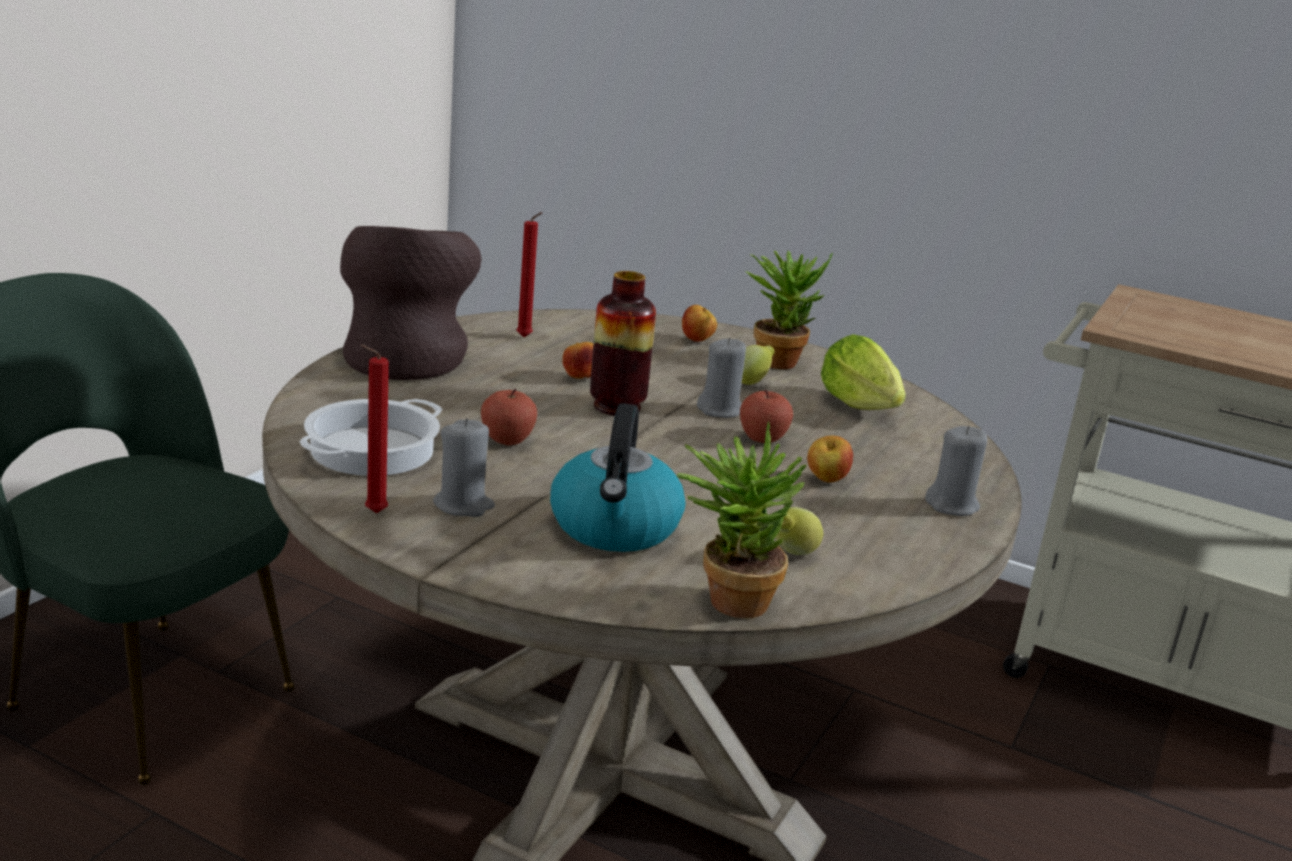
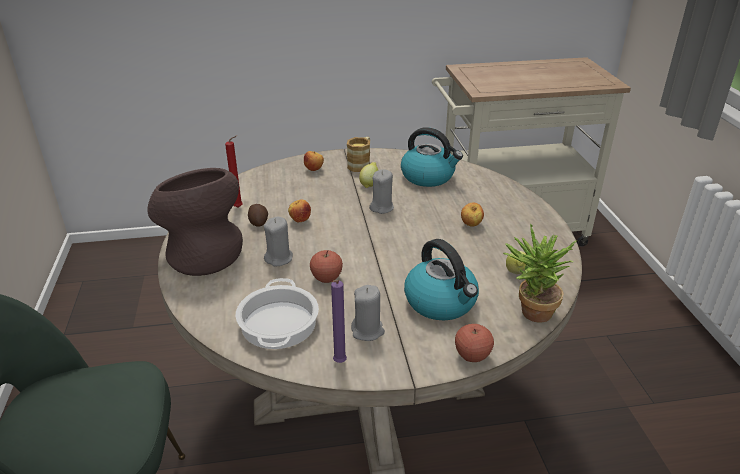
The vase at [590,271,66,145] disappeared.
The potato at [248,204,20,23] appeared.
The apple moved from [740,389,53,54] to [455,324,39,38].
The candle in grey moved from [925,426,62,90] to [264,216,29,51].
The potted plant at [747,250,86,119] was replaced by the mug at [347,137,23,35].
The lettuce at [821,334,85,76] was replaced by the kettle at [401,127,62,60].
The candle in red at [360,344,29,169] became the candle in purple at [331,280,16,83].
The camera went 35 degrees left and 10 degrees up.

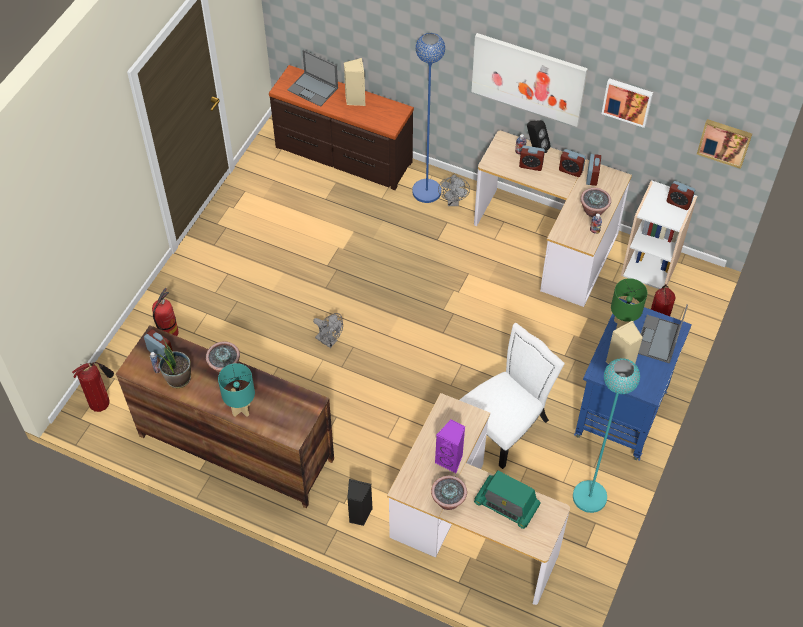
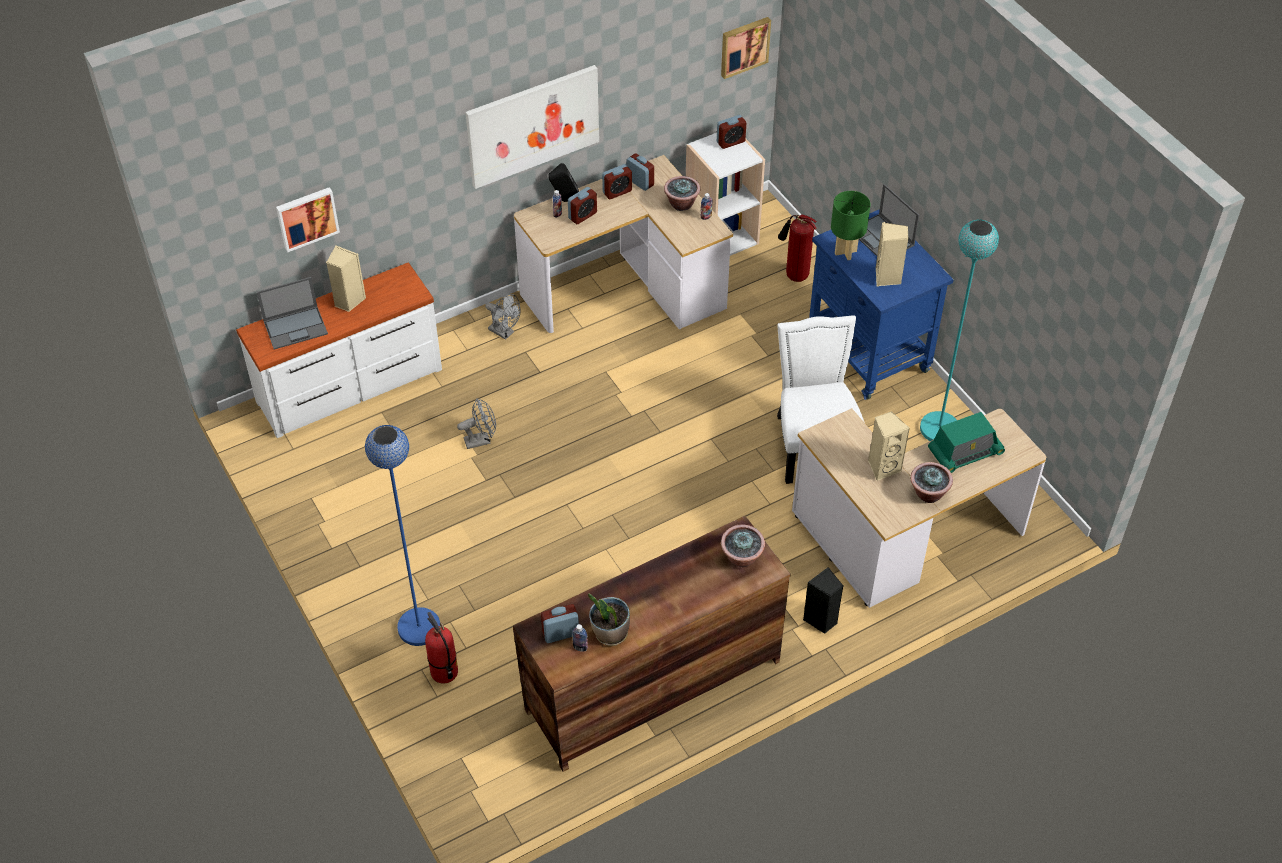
The fire extinguisher at [72,362,42,50] disappeared.
The table lamp in turquoise at [218,363,37,54] disappeared.
The potted plant moved from [206,341,34,32] to [721,524,44,43].
The fan in grey moved from [313,313,30,35] to [457,398,39,51].
The floor lamp in blue moved from [412,33,33,170] to [365,425,75,221].
The picture moved from [602,78,51,50] to [276,187,64,65].
The dresser in brown at [269,65,145,125] became the dresser in white at [236,262,206,176].
The speaker in purple at [435,420,30,53] became the speaker in beige at [868,411,42,70].
The camera went 55 degrees left and 5 degrees down.

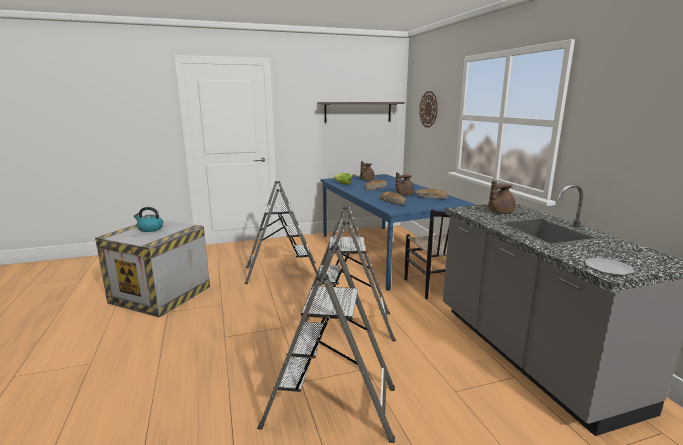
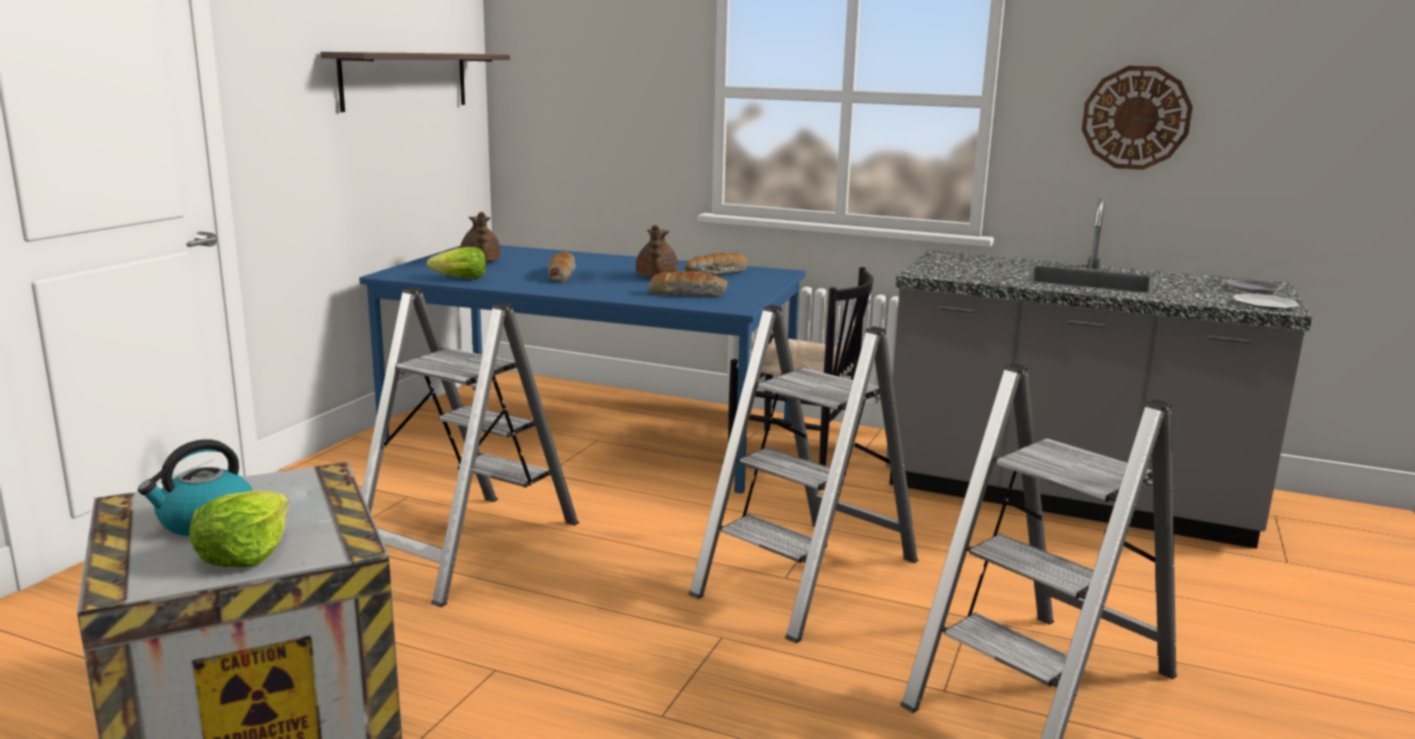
The teapot in brown at [488,180,27,33] disappeared.
The lettuce at [189,491,100,76] appeared.
The plate in grey at [1227,280,55,13] appeared.
The wall clock moved from [419,91,19,37] to [1082,66,111,104].
The camera went 50 degrees left and 0 degrees up.

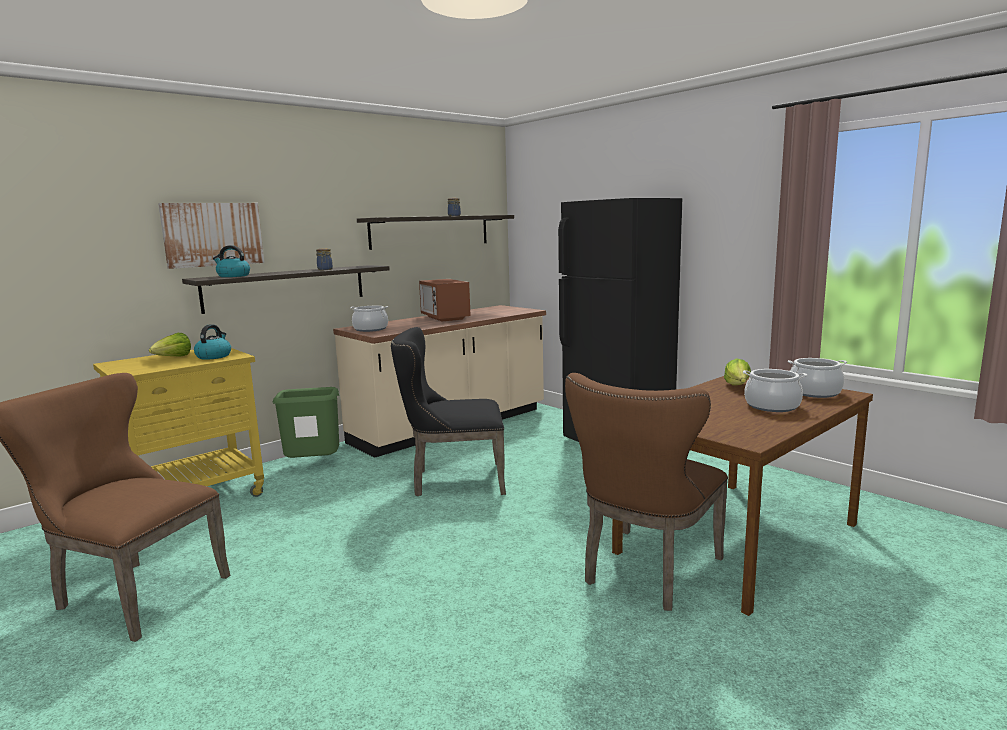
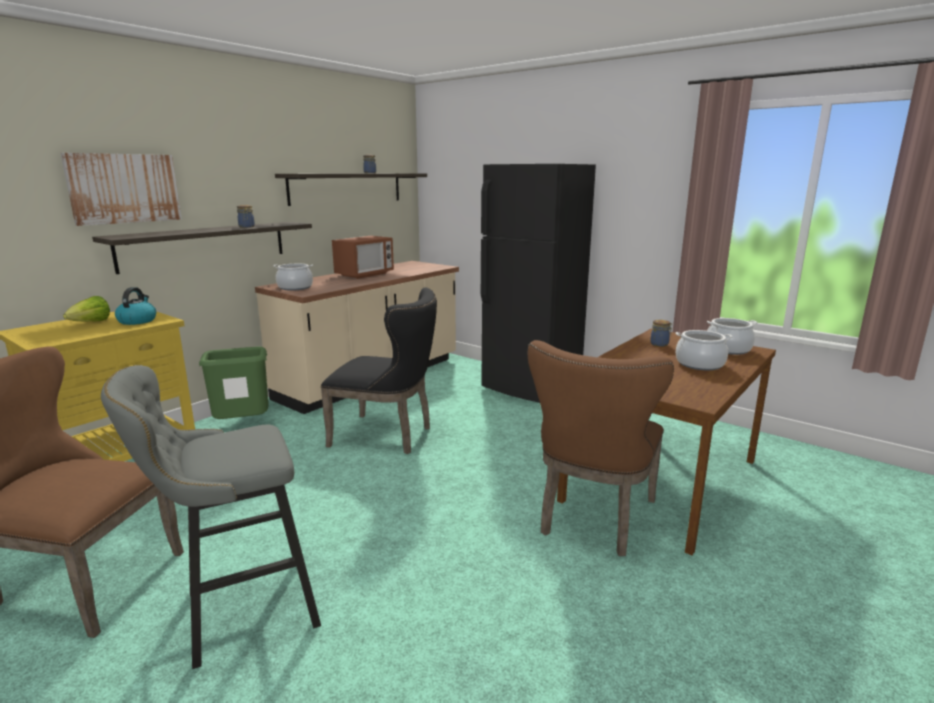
The kettle at [213,245,37,32] disappeared.
The stool in grey at [101,365,220,304] appeared.
The lettuce at [724,358,27,27] was replaced by the jar at [650,320,22,27].
The chair in black at [391,327,115,169] turned 150 degrees counterclockwise.
The microwave at [419,279,52,42] turned 105 degrees counterclockwise.
The camera went 10 degrees left and 5 degrees up.

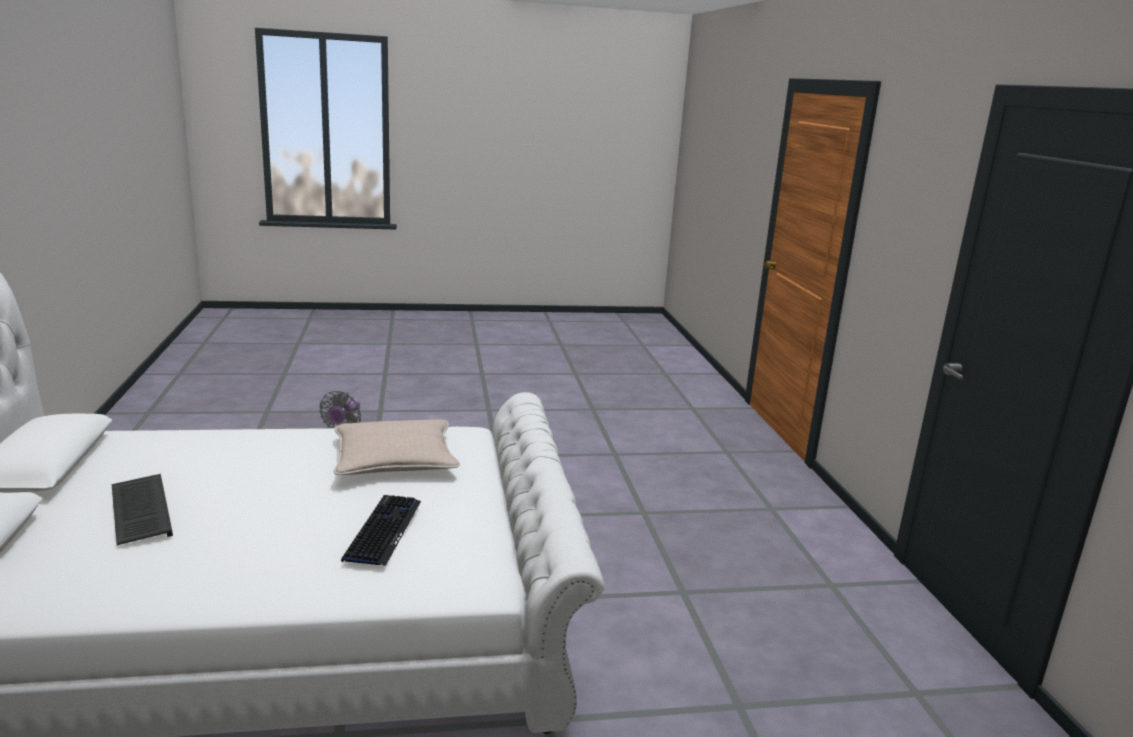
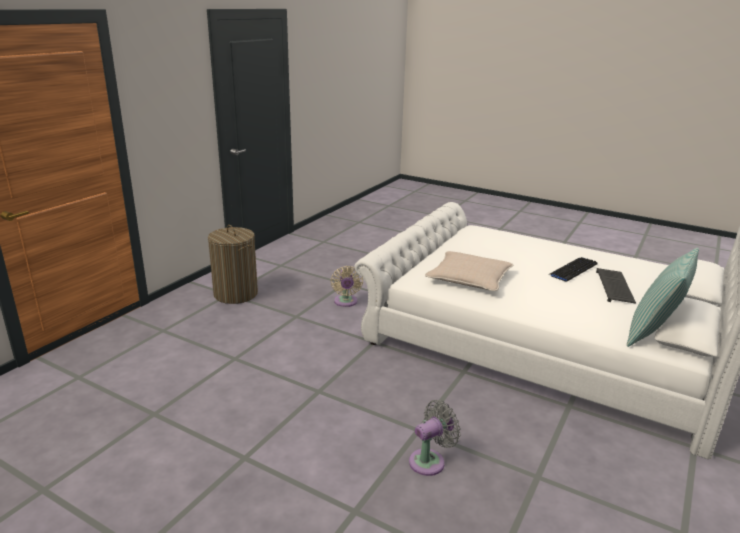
The laundry basket at [208,225,50,79] appeared.
The fan in beige at [331,266,32,41] appeared.
The pillow at [627,248,72,99] appeared.
The keyboard moved from [341,495,80,71] to [548,257,49,25].
The camera went 140 degrees left and 5 degrees up.

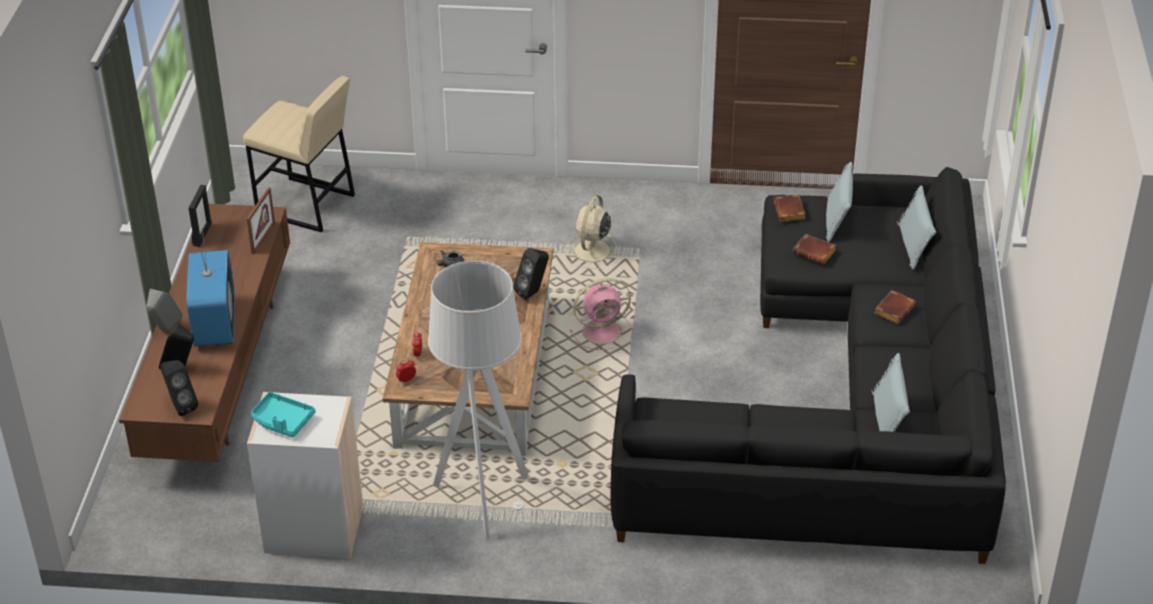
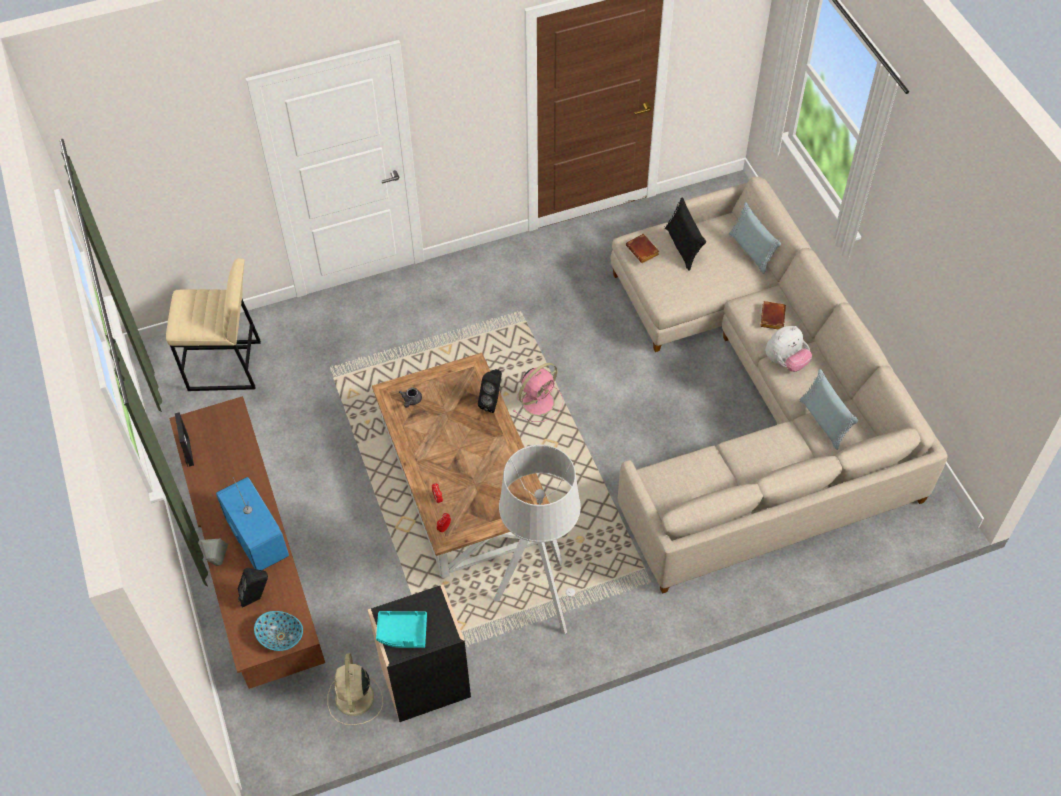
The picture frame at [247,187,28,67] disappeared.
The book in brown at [793,234,43,30] disappeared.
The plush toy at [765,326,47,46] appeared.
The fan in beige moved from [565,195,53,74] to [328,653,55,72].
The speaker in black at [160,360,38,56] was replaced by the bowl at [254,611,49,40].
The bookcase in white at [247,392,116,166] became the bookcase in black at [368,584,103,138].
The sofa in black at [610,167,396,397] became the sofa in beige at [611,177,337,417].
The pillow in blue at [826,162,27,80] became the pillow in black at [664,197,42,74].
The camera went 25 degrees left and 15 degrees up.

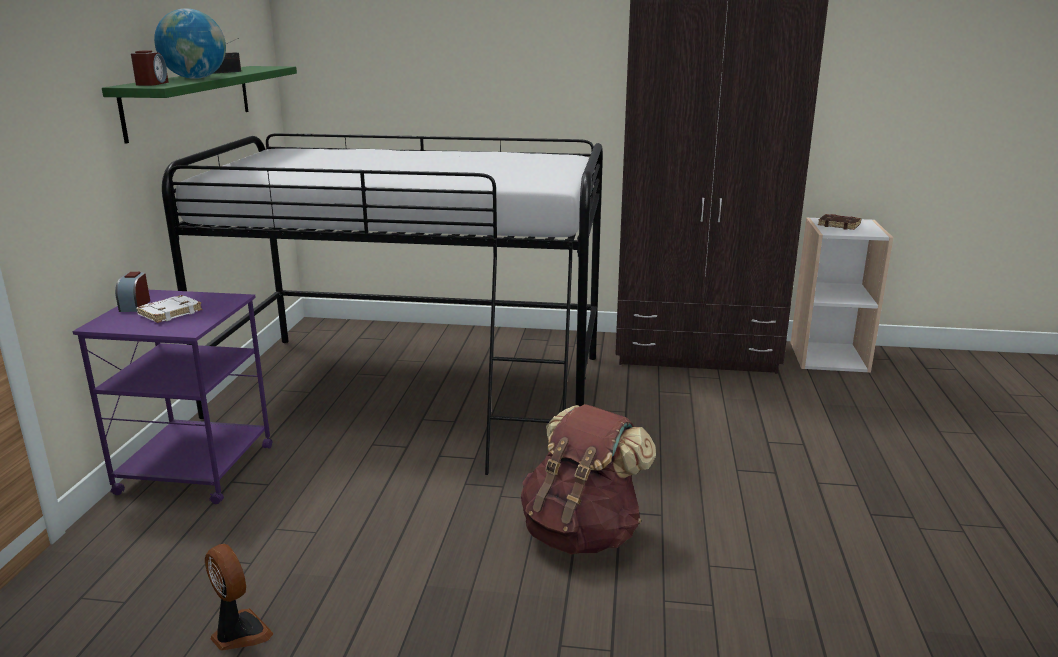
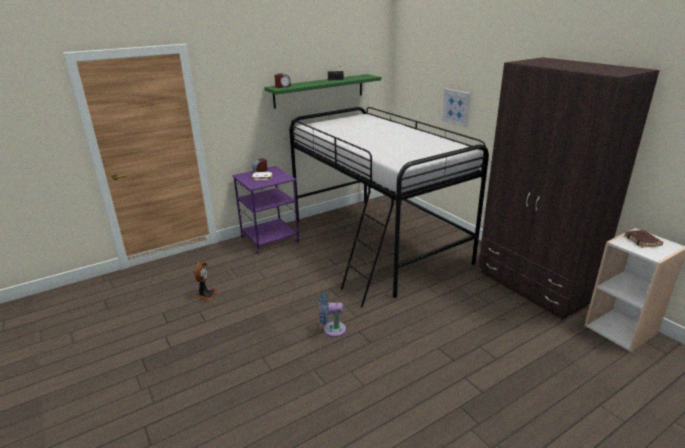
The globe at [154,8,72,71] disappeared.
The picture at [442,88,29,39] appeared.
The backpack in brown at [521,404,135,150] was replaced by the fan in blue at [319,293,27,44].
The camera went 50 degrees right and 5 degrees up.

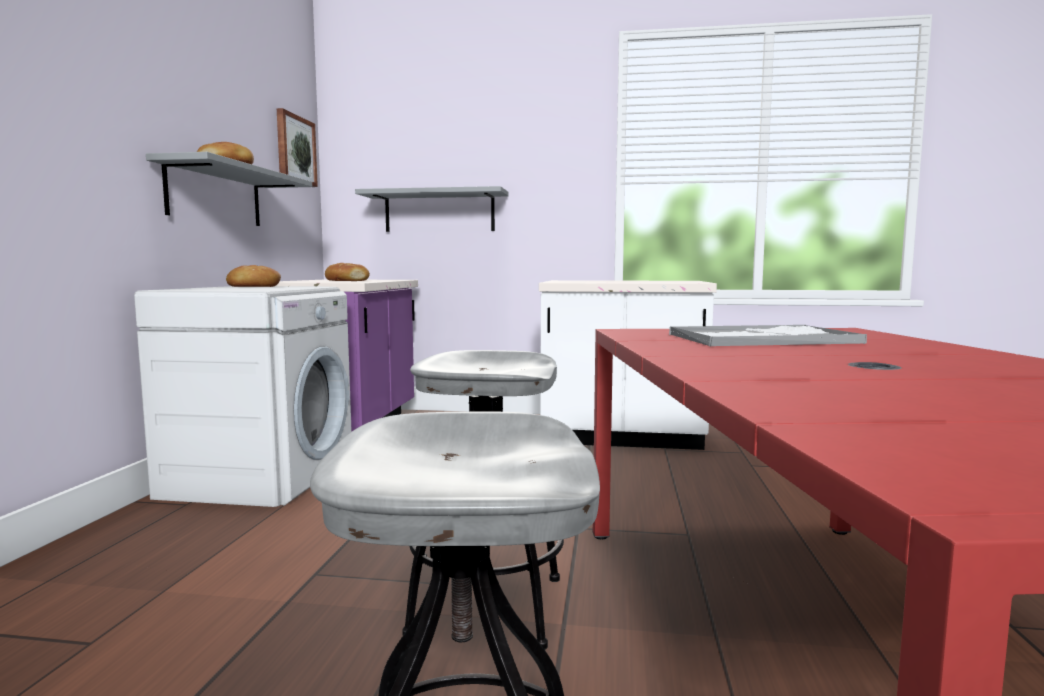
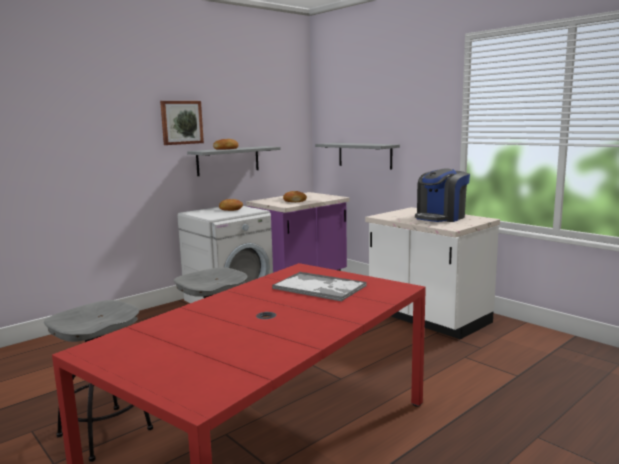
The coffee machine at [415,169,55,53] appeared.
The picture moved from [277,108,41,79] to [160,101,44,44].
The camera went 40 degrees right and 5 degrees up.

